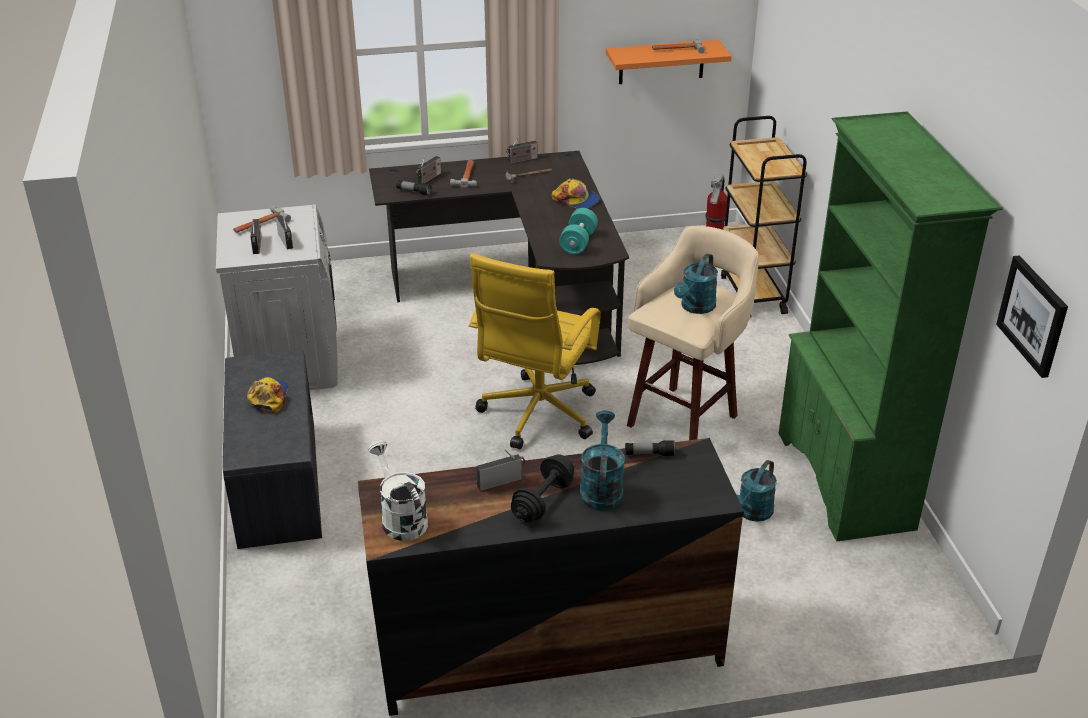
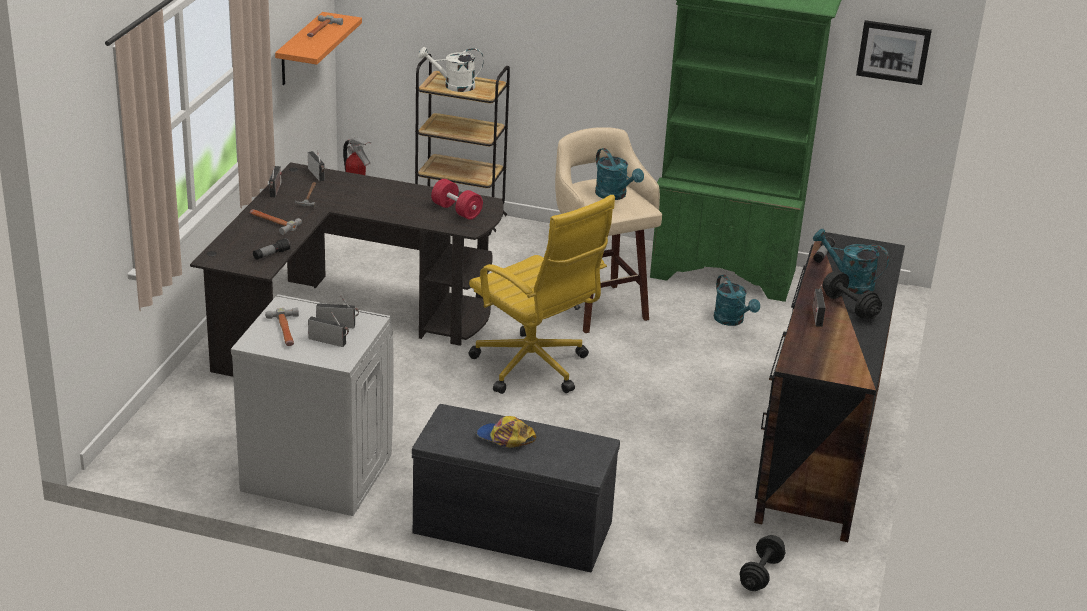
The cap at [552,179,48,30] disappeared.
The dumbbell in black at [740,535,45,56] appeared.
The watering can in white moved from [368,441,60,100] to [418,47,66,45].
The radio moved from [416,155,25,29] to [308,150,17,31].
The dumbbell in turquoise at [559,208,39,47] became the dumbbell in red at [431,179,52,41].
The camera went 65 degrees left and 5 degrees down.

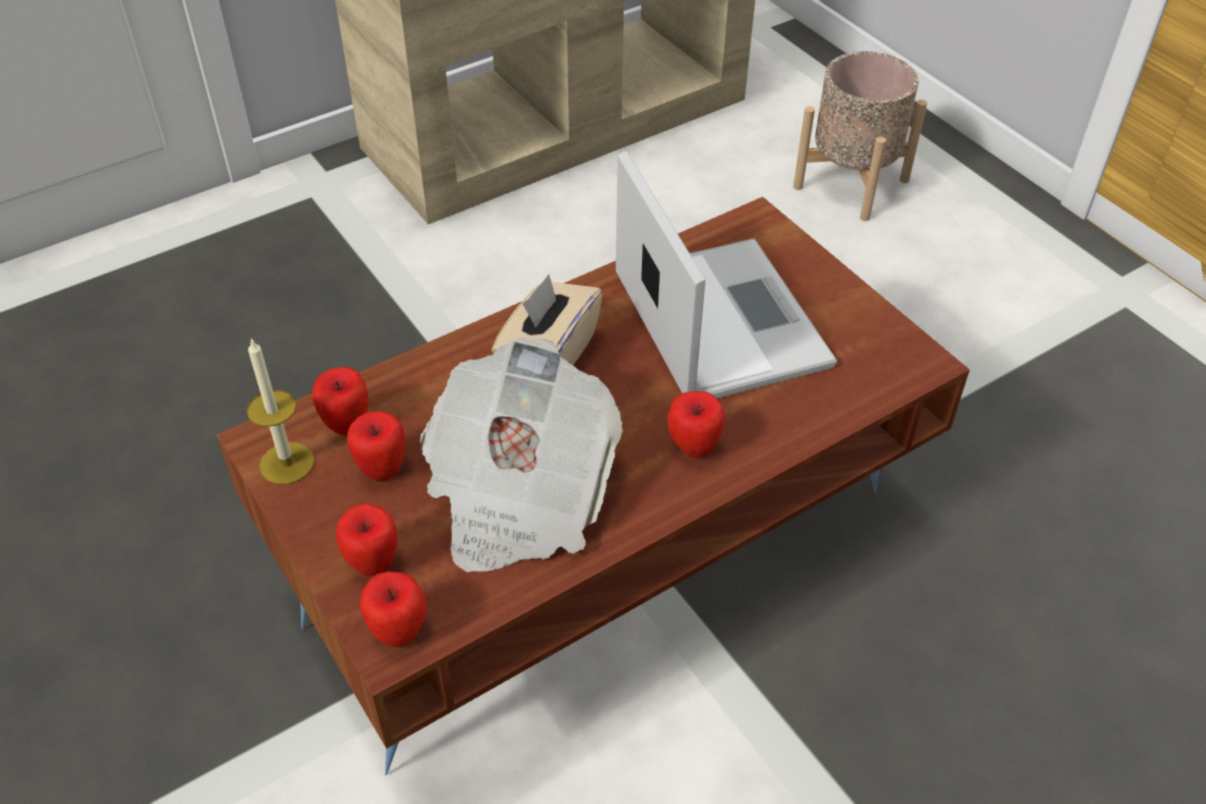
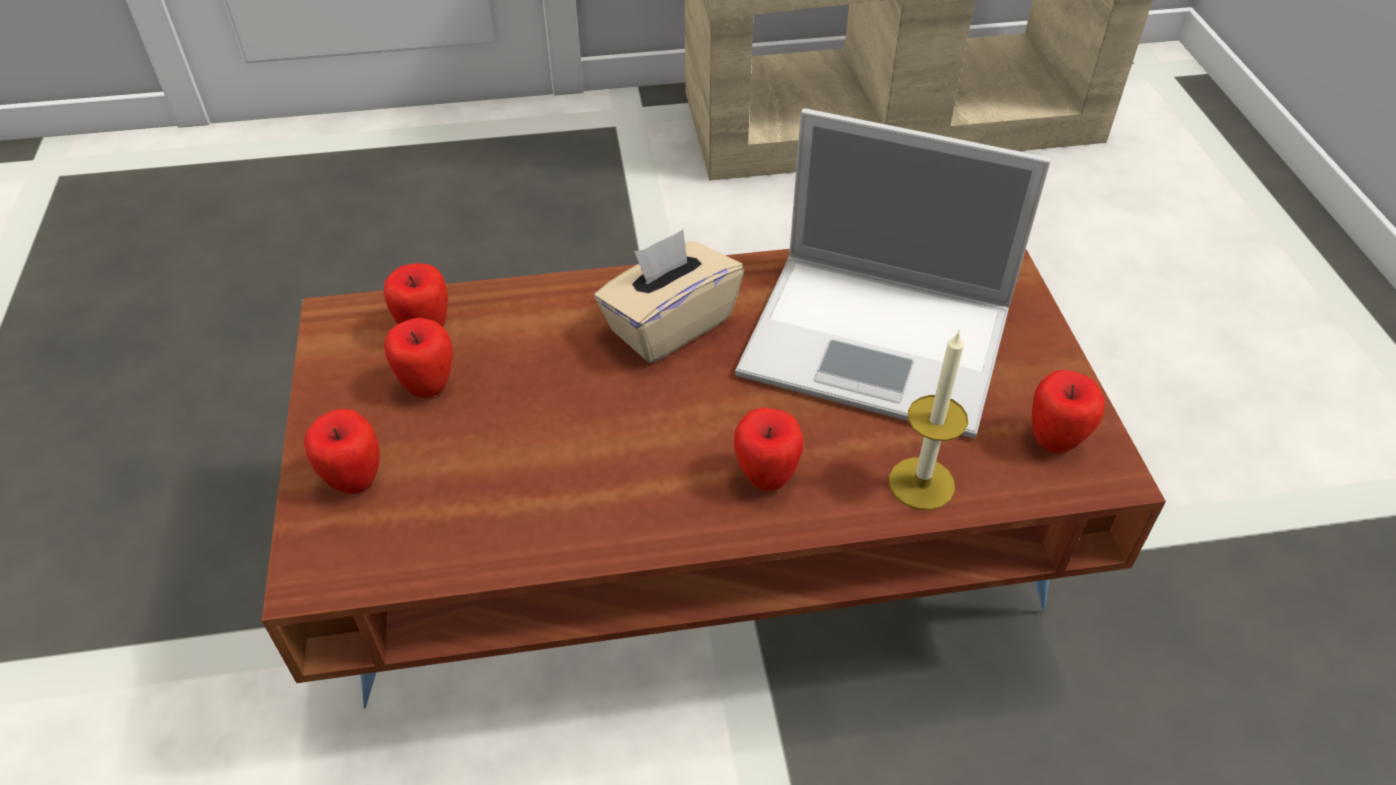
The newspaper at [420,337,203,235] disappeared.
The planter in beige at [793,51,134,170] disappeared.
The candle moved from [247,338,68,146] to [889,330,79,180].
The apple moved from [360,571,67,76] to [1032,370,73,83].
The laptop at [616,151,221,248] turned 105 degrees clockwise.
The camera went 25 degrees right and 0 degrees up.

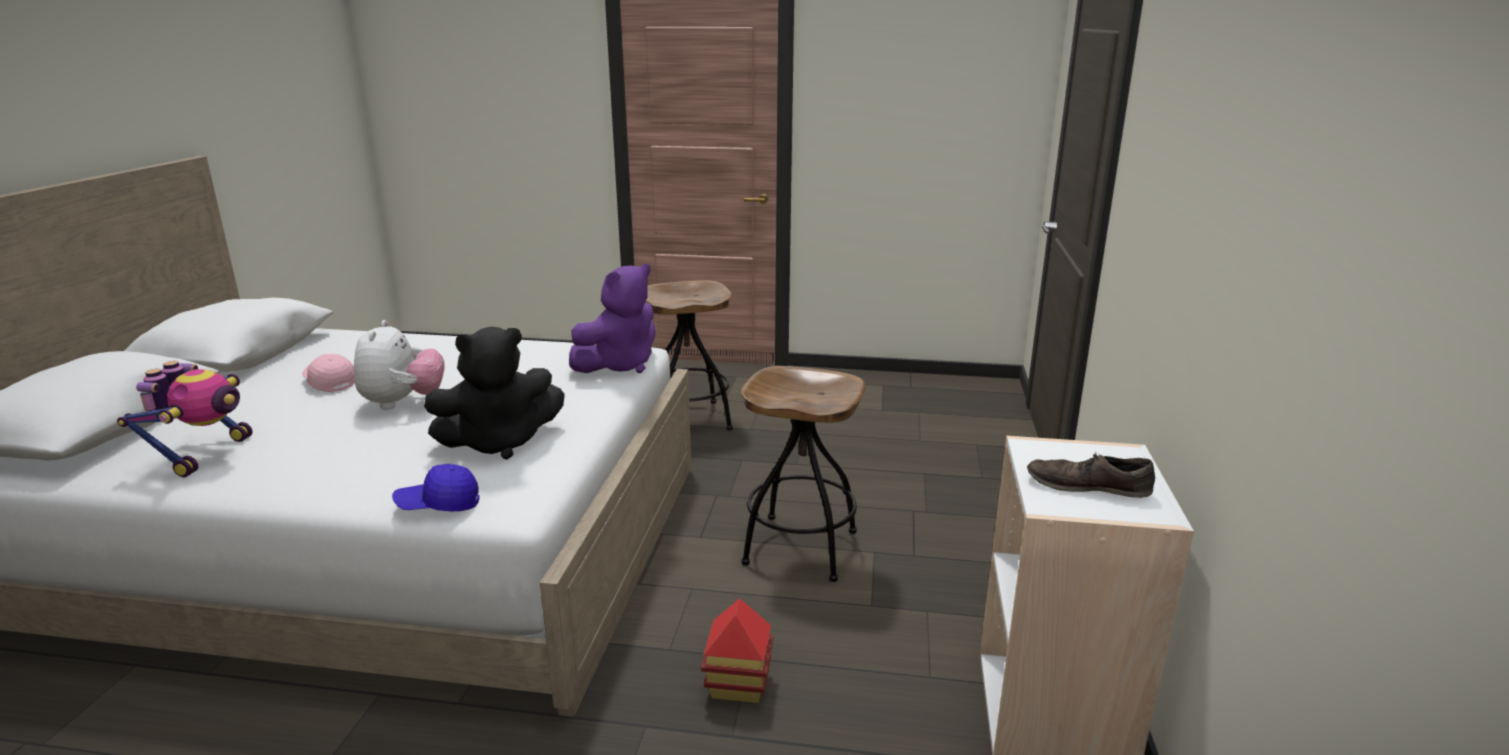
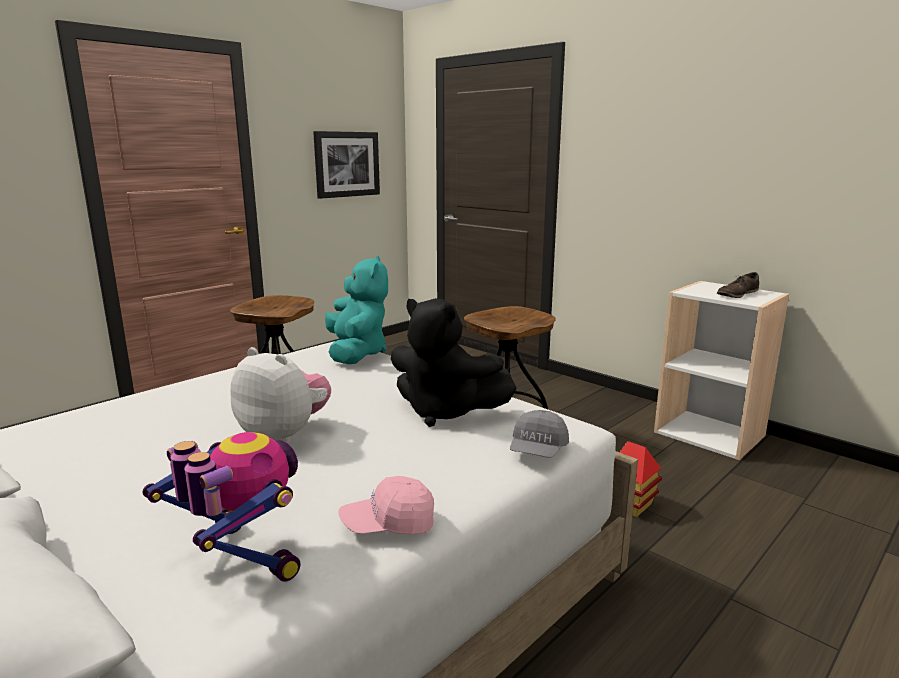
The picture at [313,131,67,68] appeared.
The cap in pink moved from [302,354,53,39] to [339,476,95,59].
The cap in blue at [392,464,88,47] became the cap in grey at [510,410,59,48].
The plush toy in purple at [569,264,87,109] became the plush toy in turquoise at [325,255,63,109].
The plush toy in black at [424,327,141,132] turned 105 degrees clockwise.
The camera went 55 degrees left and 5 degrees down.

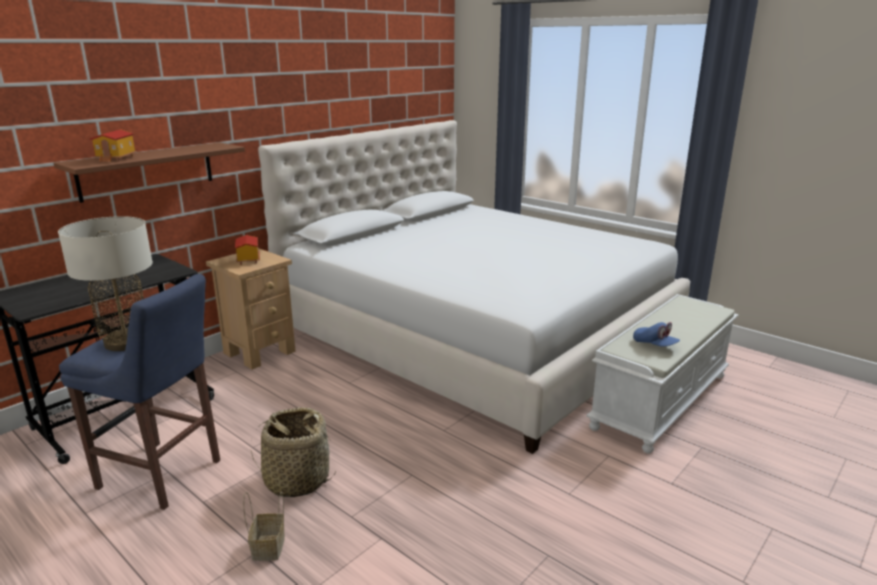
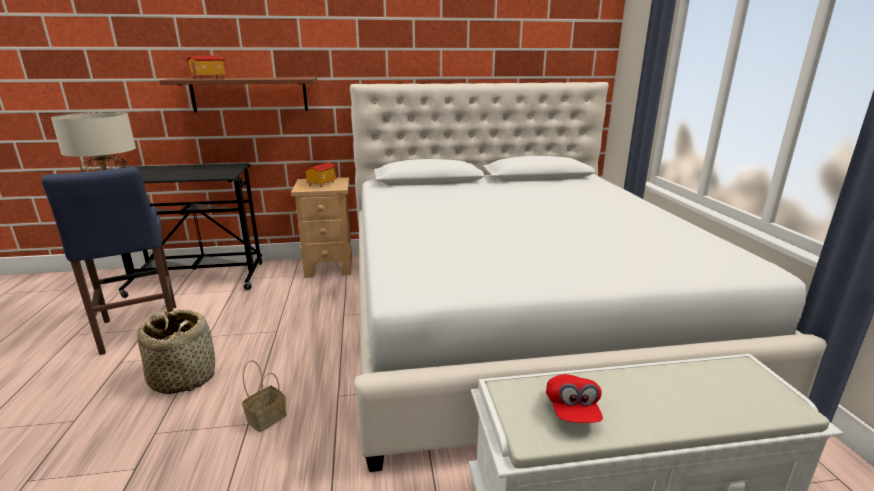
The basket moved from [243,491,42,70] to [242,360,44,72].
The cap in blue at [633,322,47,25] became the cap in red at [546,374,57,49].
The camera went 40 degrees right and 0 degrees up.

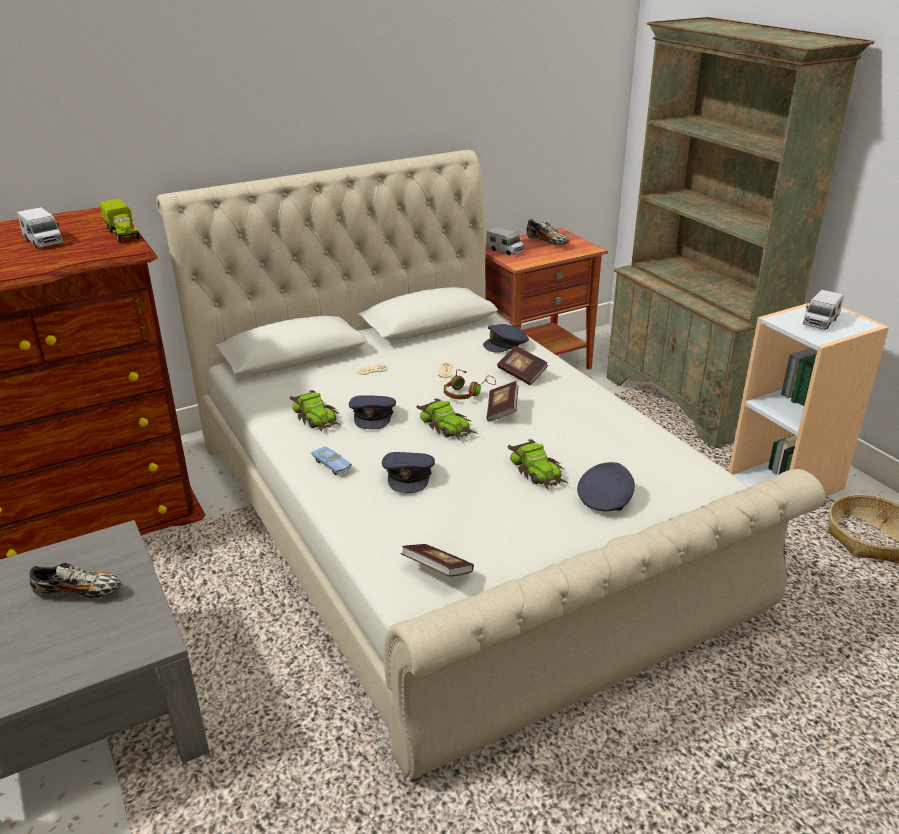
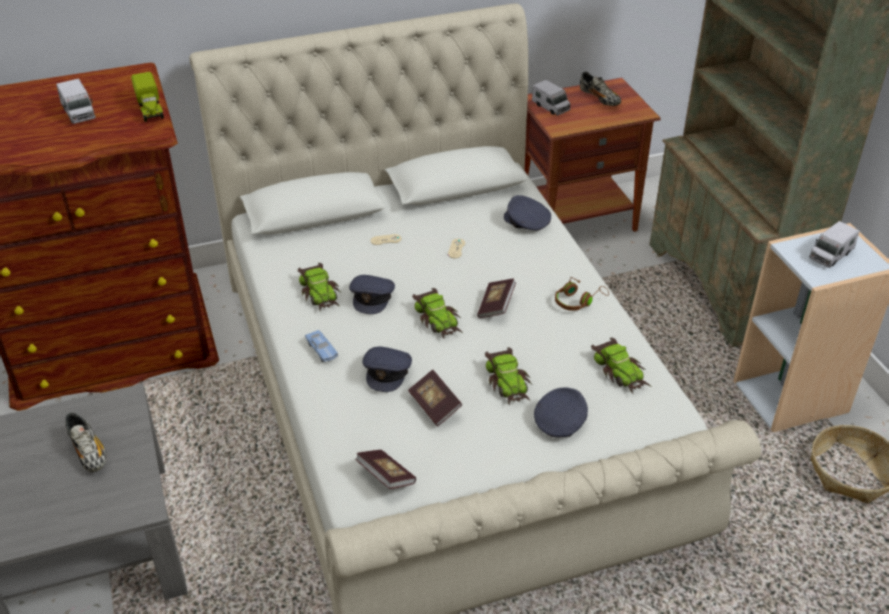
The toy car at [591,338,60,56] appeared.
The headphones in brown moved from [444,369,52,30] to [555,277,54,34].
The book moved from [497,346,51,39] to [408,370,55,56].
The shoe at [29,563,92,35] turned 45 degrees clockwise.
The cap in grey at [483,324,46,29] turned 60 degrees clockwise.
The camera went 10 degrees right and 10 degrees up.

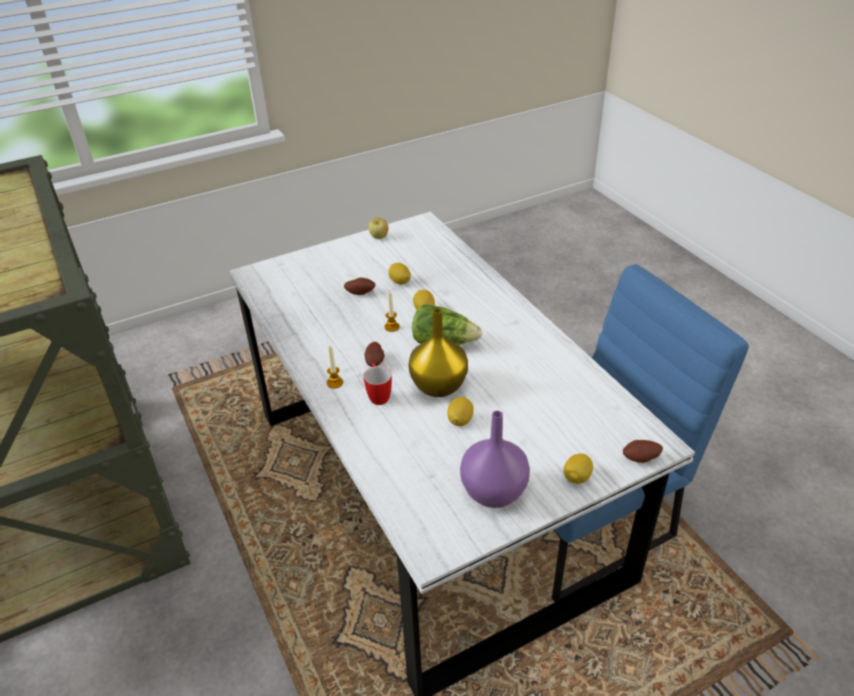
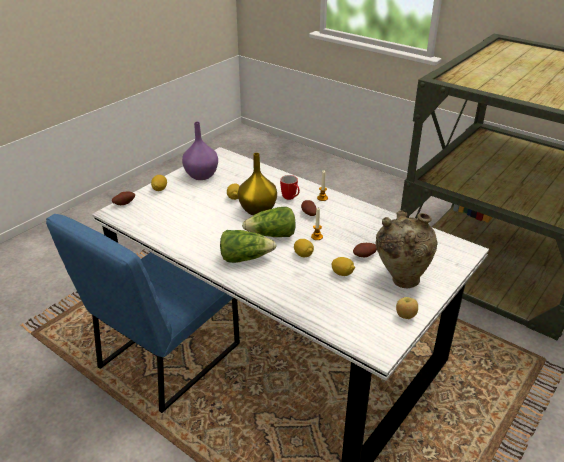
The lettuce at [220,230,56,33] appeared.
The vase in beige at [375,210,63,78] appeared.
The camera went 155 degrees right and 5 degrees down.

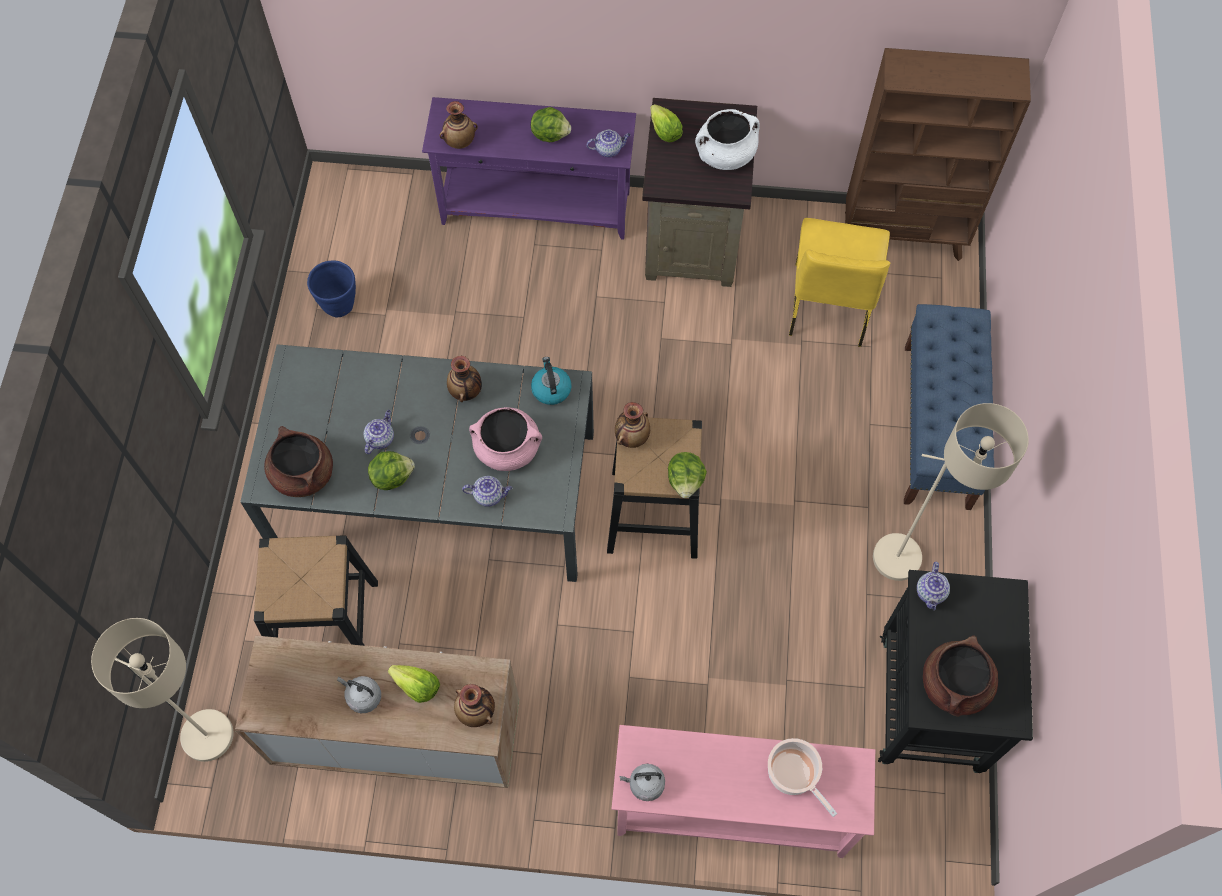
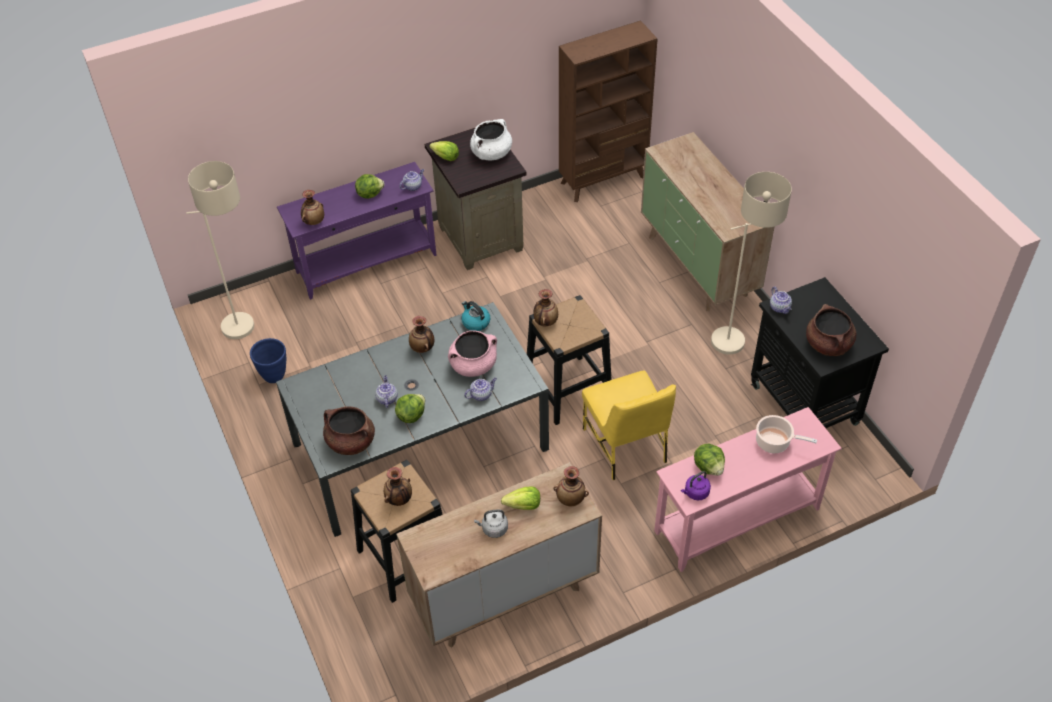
The vase at [384,467,28,39] appeared.
The floor lamp in beige moved from [91,618,142,144] to [186,161,68,178].
The lettuce moved from [668,452,39,46] to [694,443,31,32].
The chair in yellow moved from [789,218,101,129] to [582,370,94,110].
The bench in blue at [904,304,90,206] was replaced by the dresser at [641,132,133,179].
The kettle in grey at [620,764,45,37] became the kettle in purple at [681,471,30,29].
The camera went 30 degrees left and 15 degrees down.

